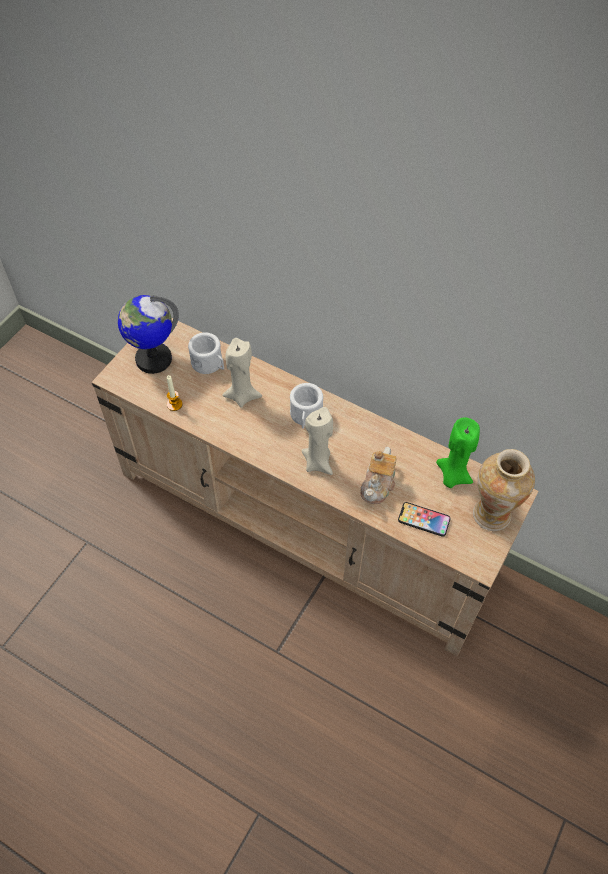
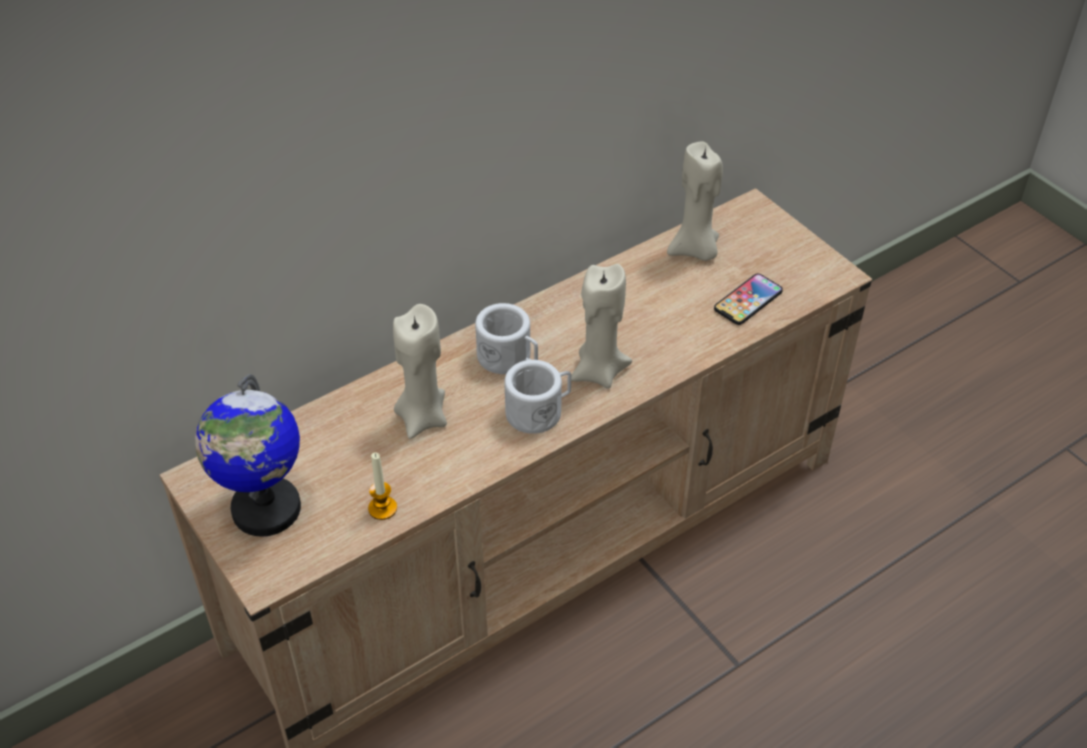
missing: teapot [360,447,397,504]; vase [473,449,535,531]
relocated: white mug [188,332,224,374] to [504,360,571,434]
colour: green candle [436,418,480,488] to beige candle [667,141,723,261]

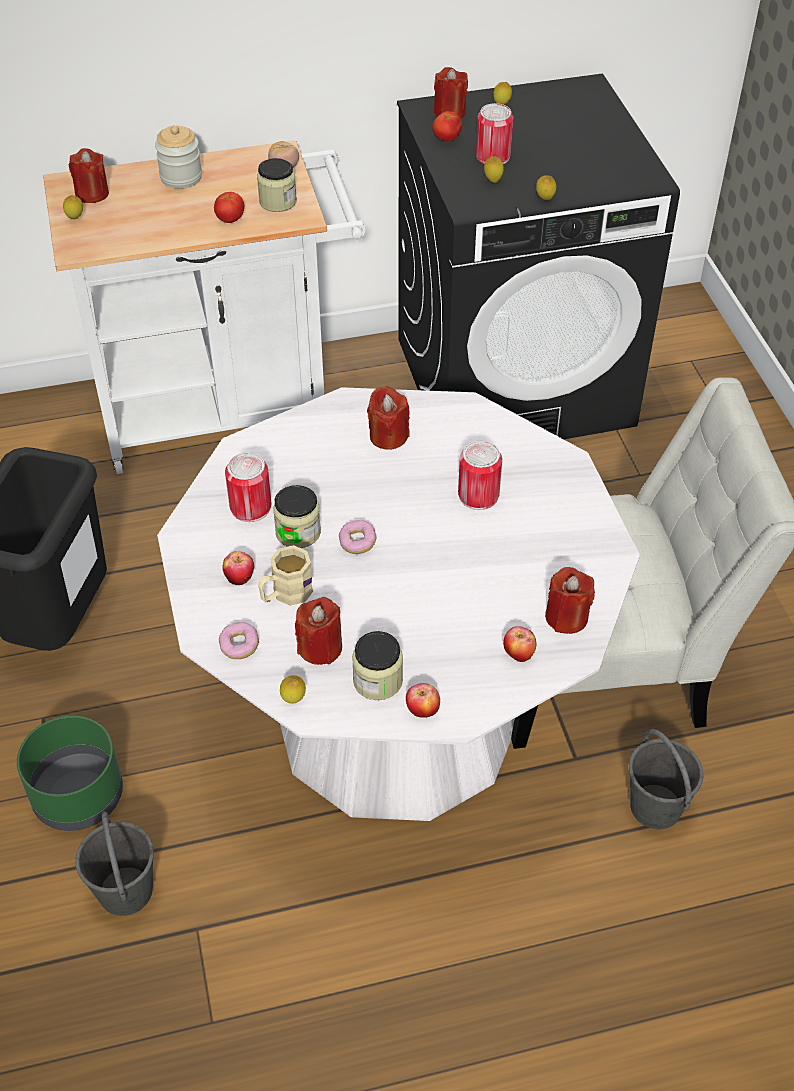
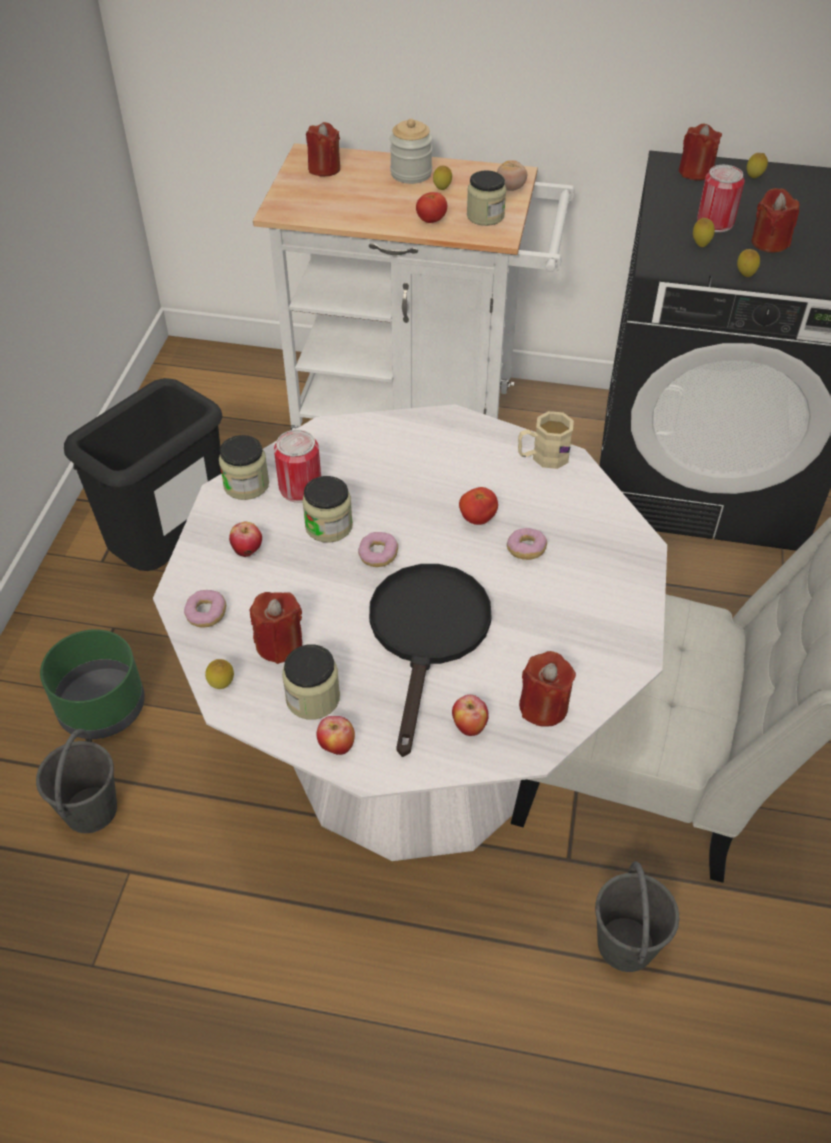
appeared: jar [219,435,269,500]; black frying pan [369,564,491,757]
relocated: lemon [63,195,83,219] to [433,166,452,190]; beige mug [258,545,313,606] to [518,411,574,469]; red candle [367,386,410,450] to [752,188,799,252]; tomato [432,111,462,141] to [459,487,498,525]
exchanged: can [458,441,502,510] to donut [507,528,547,560]

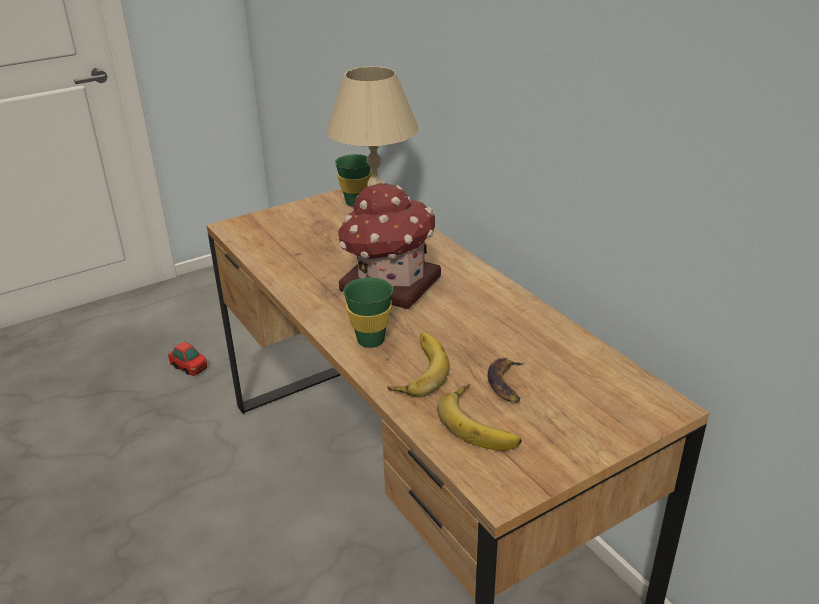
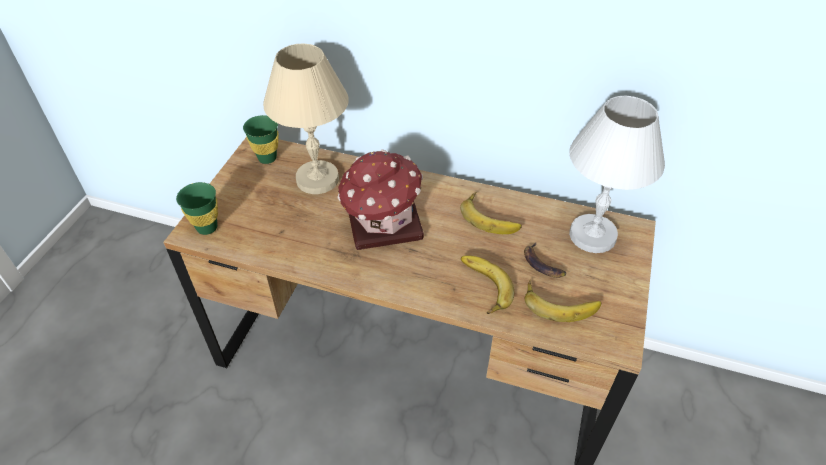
missing: toy car [168,342,208,376]
appeared: banana [460,192,522,234]; white table lamp [569,96,665,253]
relocated: green cup [343,277,393,348] to [176,182,218,235]

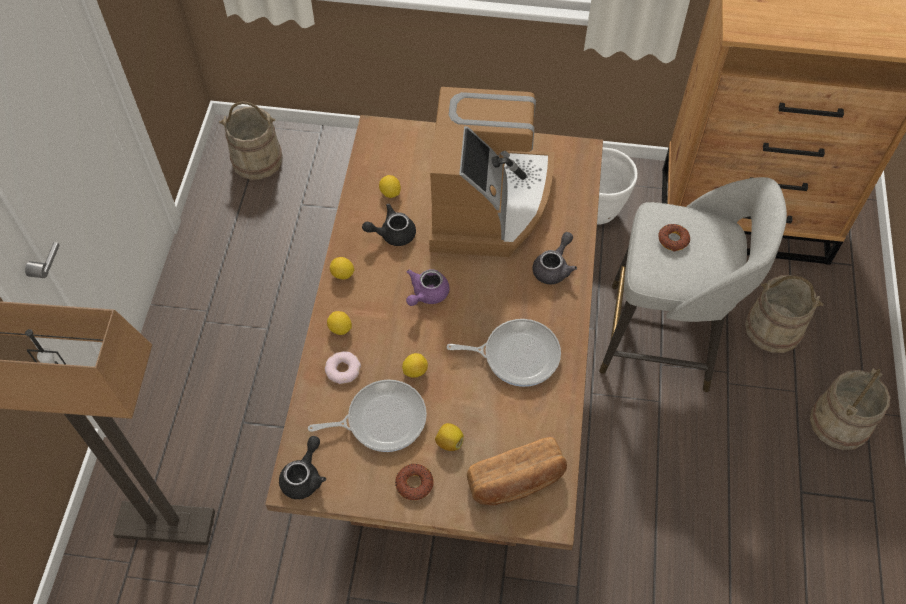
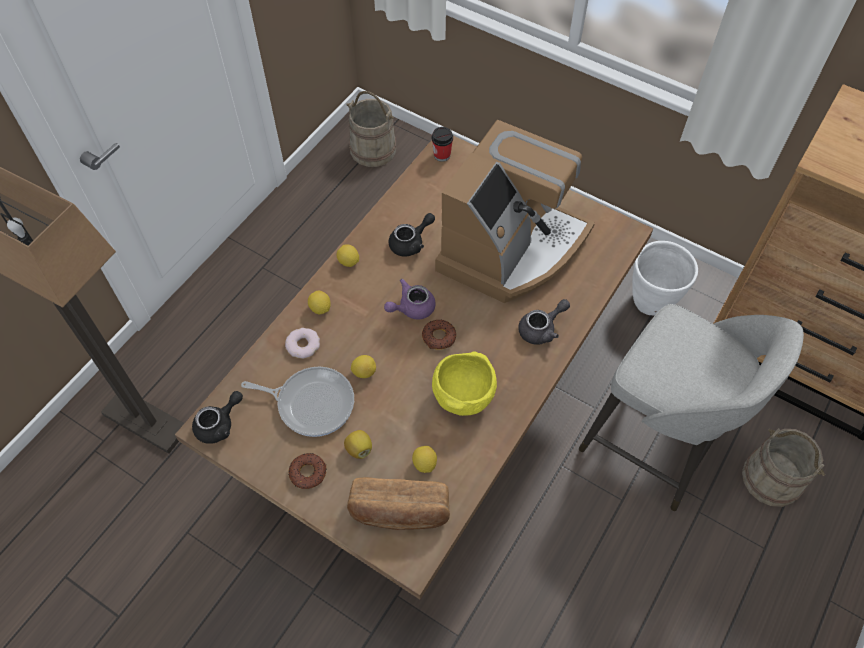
missing: beige bucket [810,369,890,450]
appeared: cup [431,127,453,162]
relocated: lemon [379,175,401,198] to [412,446,437,473]; donut [658,224,690,252] to [422,320,456,350]
exchanged: frying pan [447,319,561,387] to yellow bowl [432,351,497,416]
spun: black teapot [362,204,416,246] = [389,213,435,257] 135 degrees clockwise

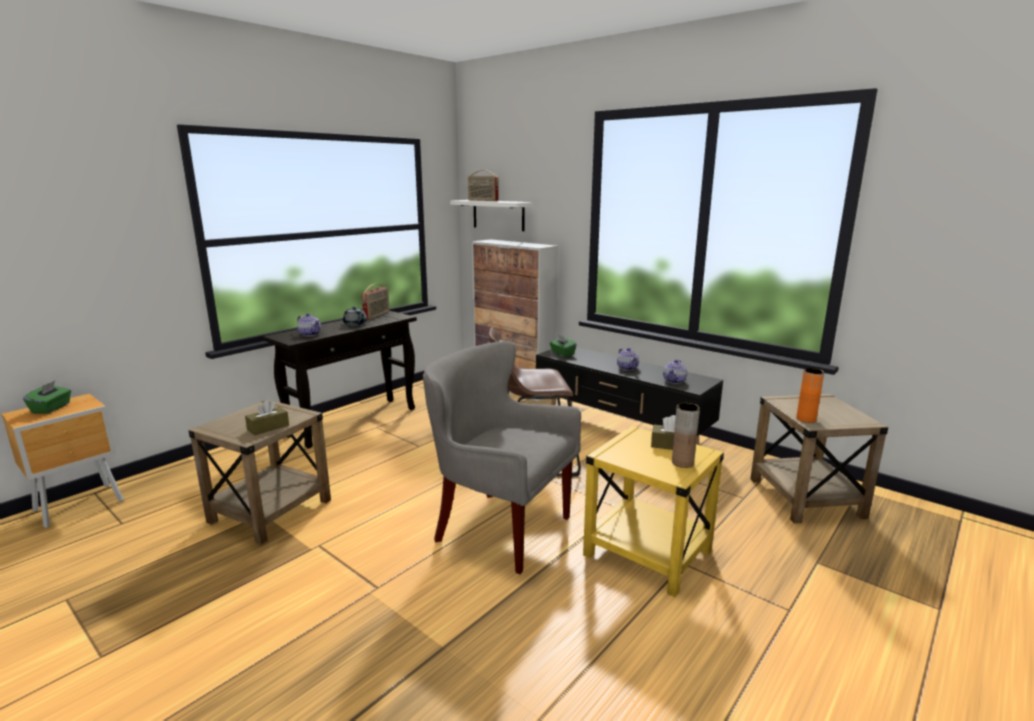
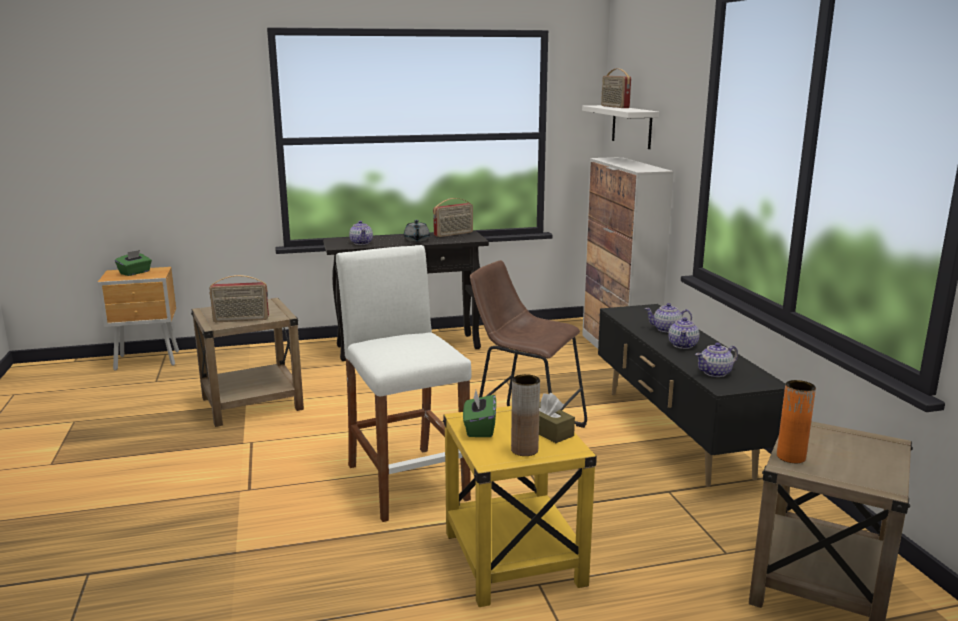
appeared: teapot [645,303,692,333]
relocated: green tissue box [550,335,577,357] to [463,390,496,437]
exchanged: brown tissue box [245,400,289,435] to radio [209,275,269,322]; grey armchair [423,341,581,574] to white stool [336,245,472,522]

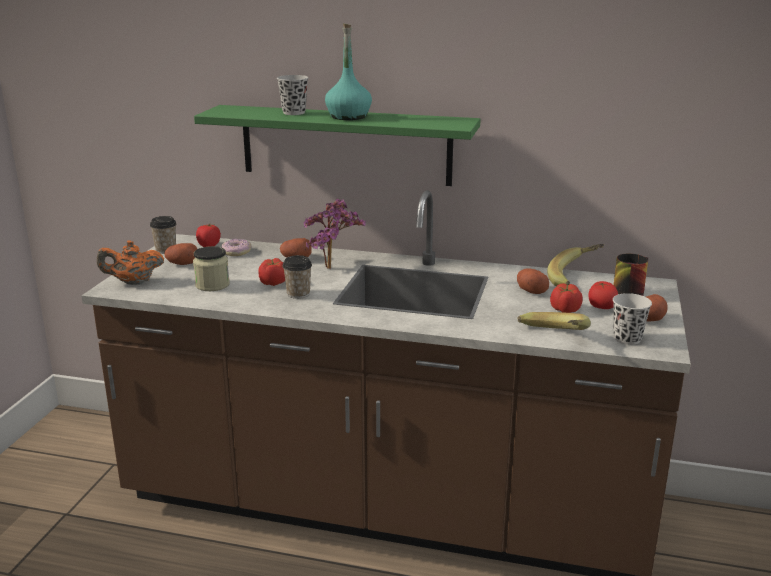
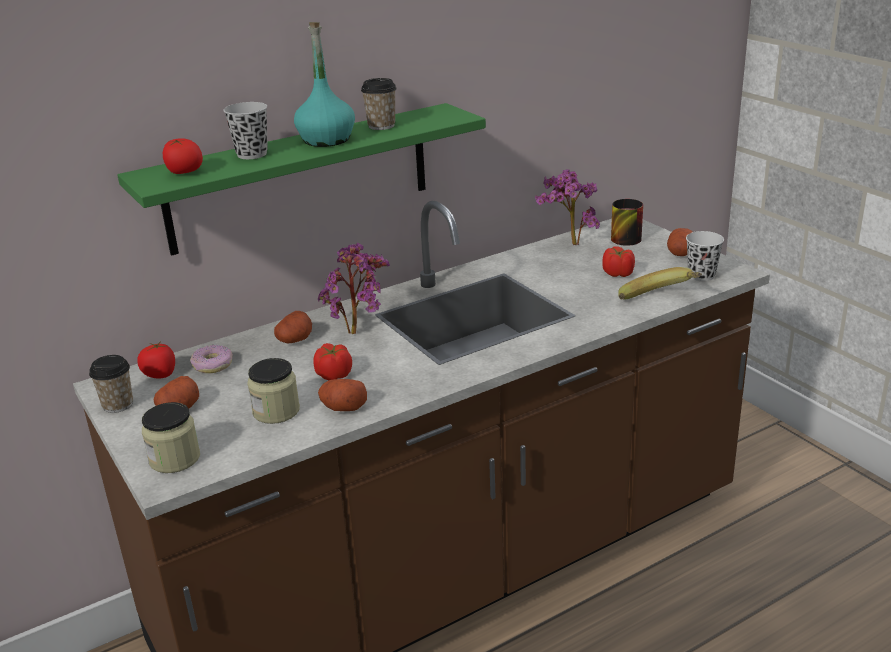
relocated: cup [282,255,312,299] to [361,78,397,130]; potato [517,268,549,294] to [318,379,367,411]; tomato [588,281,618,309] to [163,138,203,174]
exchanged: orange teapot [97,240,164,285] to jar [142,402,200,473]; banana [547,244,604,286] to potted plant [535,169,600,245]

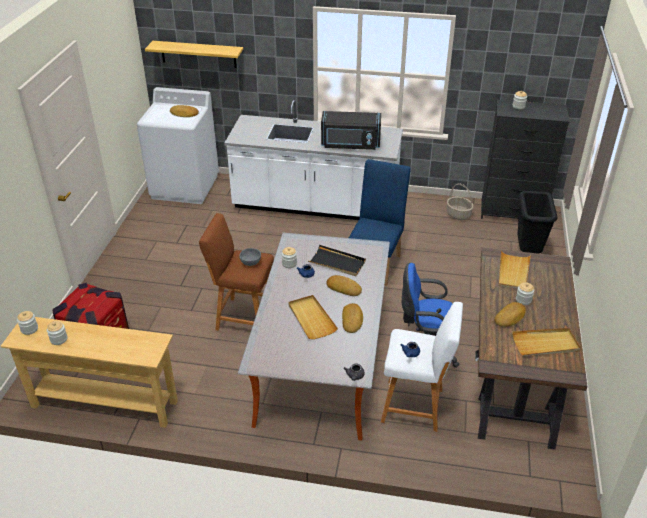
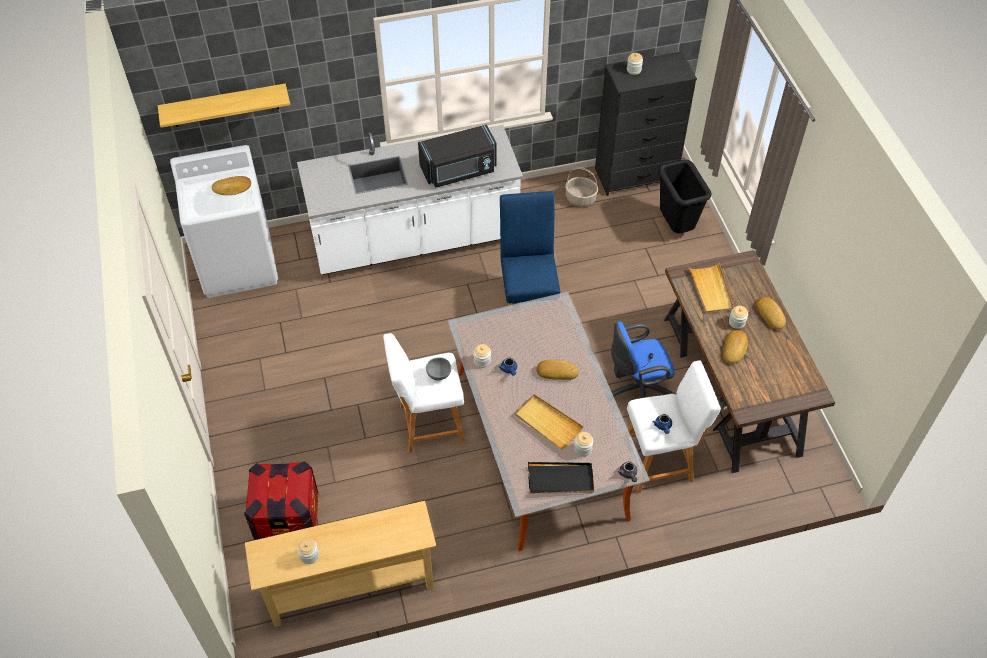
missing: beige tray [512,328,580,356]
relocated: jar [17,311,38,335] to [574,432,593,456]; black tray [308,245,366,276] to [528,462,594,494]; bread [342,303,363,333] to [755,297,786,330]
colour: brown stool [199,213,274,331] to white stool [383,333,466,453]

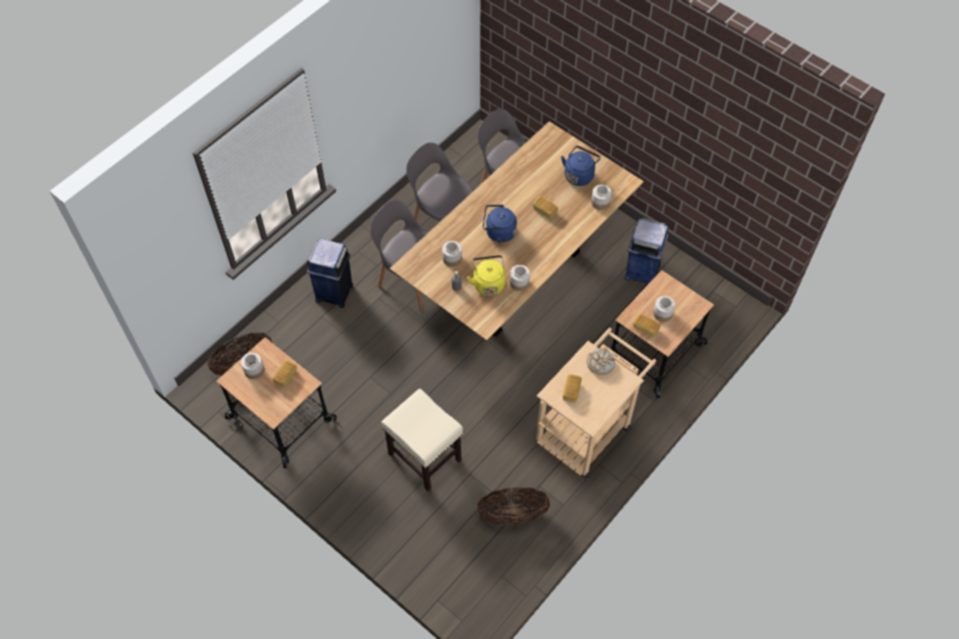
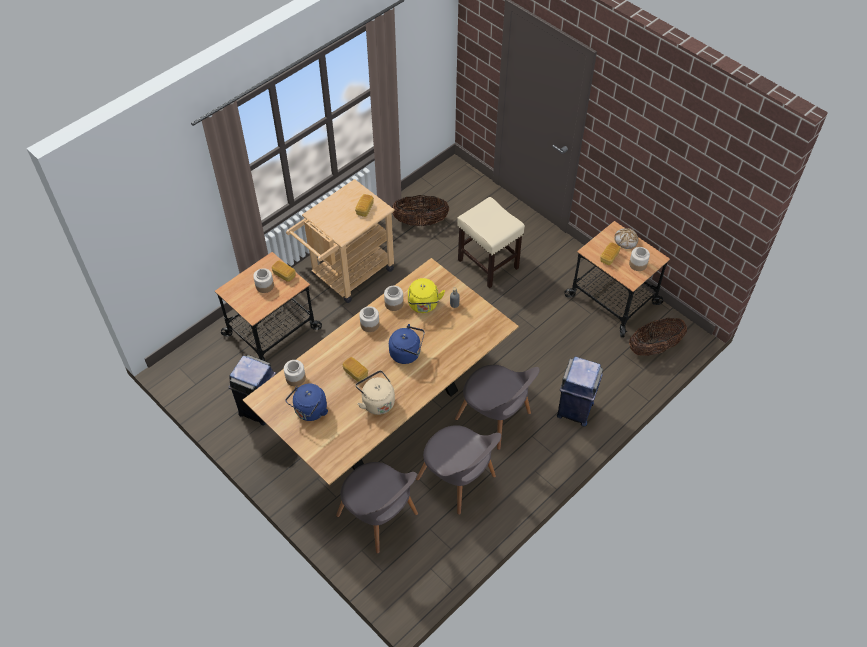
appeared: beige kettle [356,370,395,415]
relocated: jar [442,241,462,267] to [359,306,379,332]; bread [587,348,615,375] to [614,228,638,249]

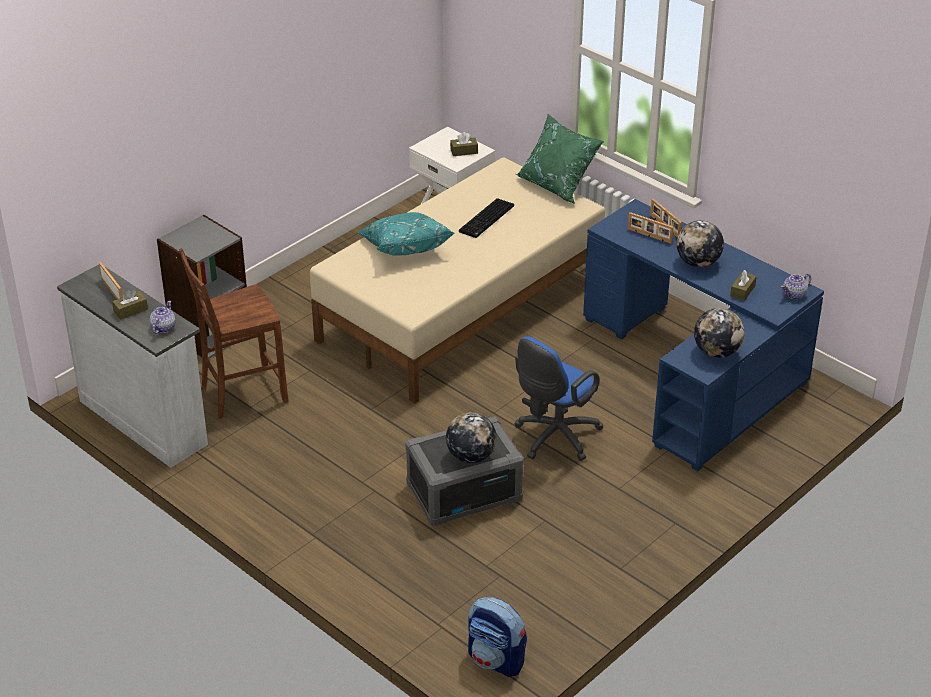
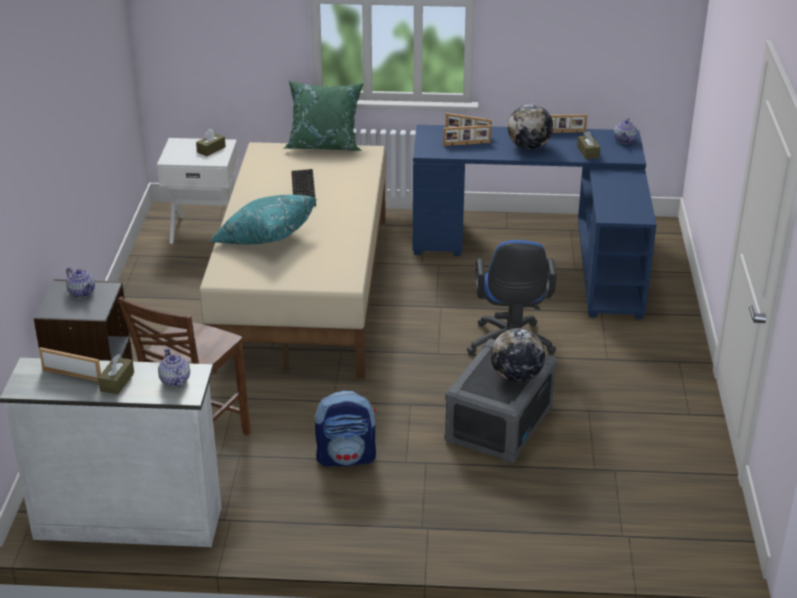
missing: globe [694,308,744,358]
appeared: teapot [66,267,95,298]; picture frame [550,114,587,133]
relocated: backpack [468,597,527,677] to [315,390,376,466]

